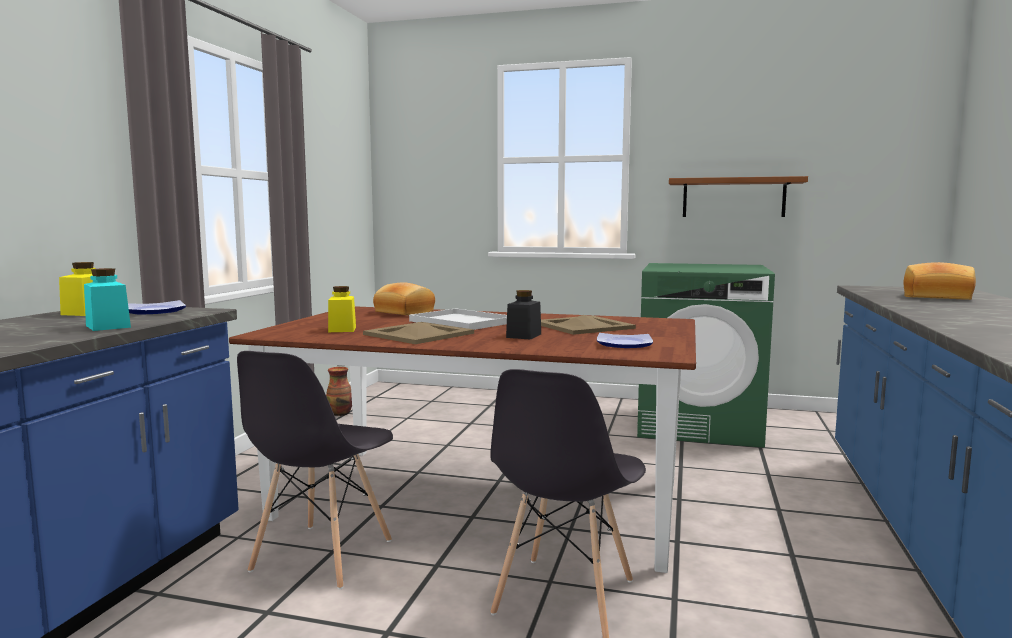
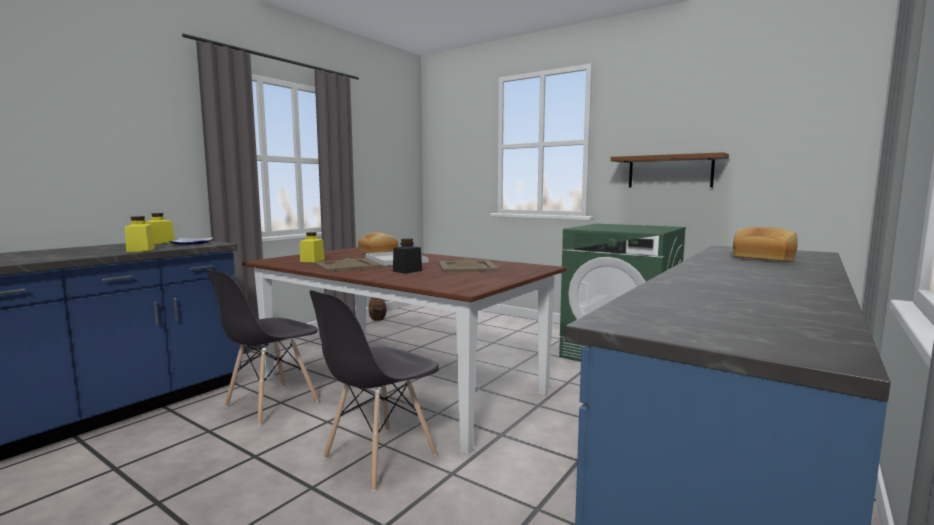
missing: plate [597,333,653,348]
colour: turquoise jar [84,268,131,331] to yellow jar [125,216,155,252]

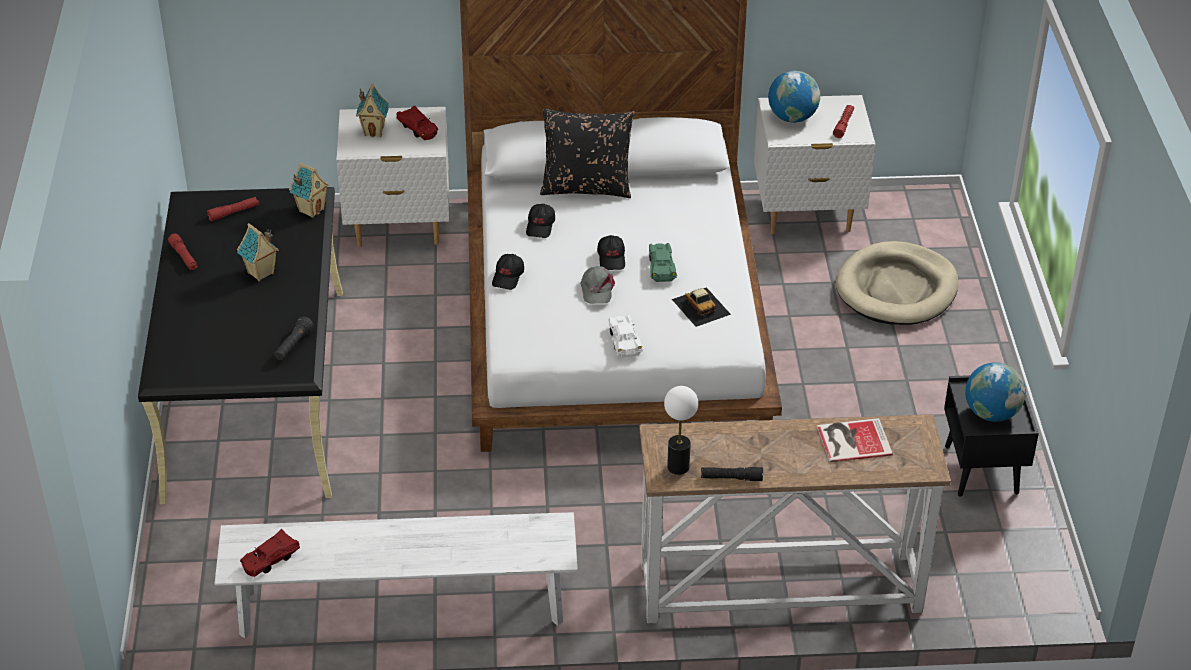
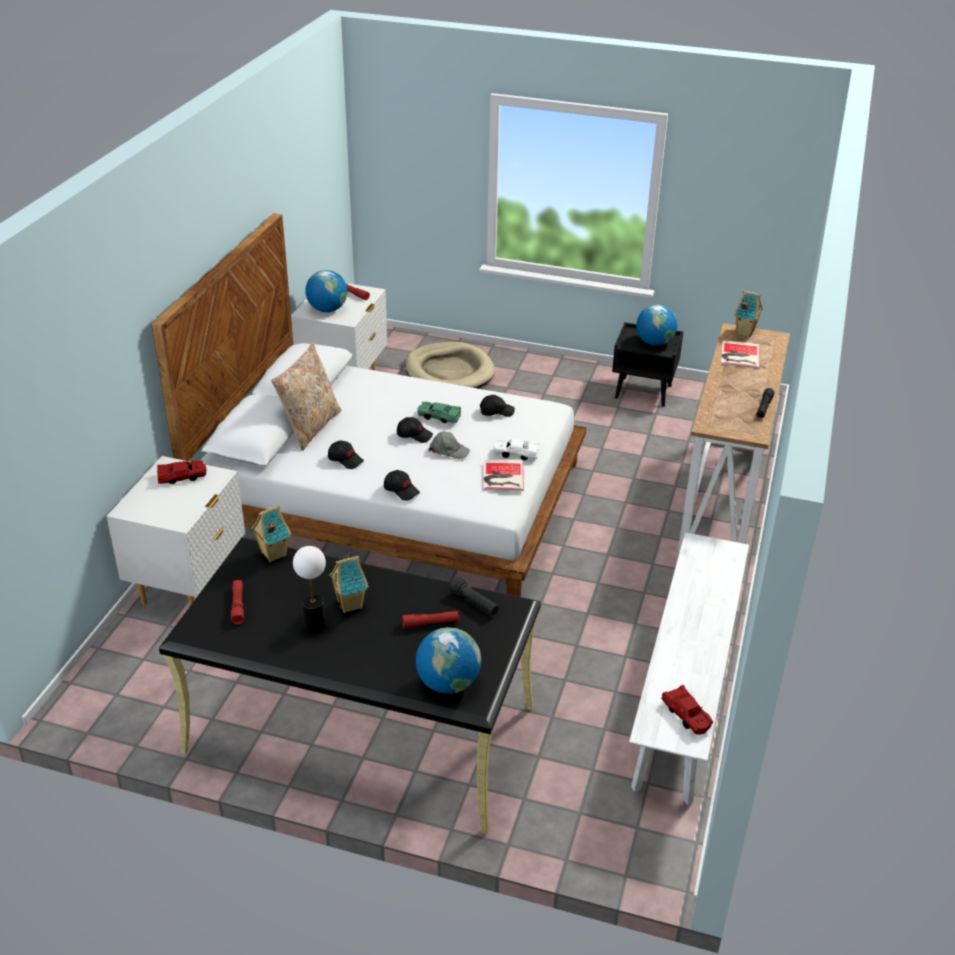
appeared: globe [416,627,481,694]; book [483,459,524,491]
relocated: red flashlight [168,233,198,270] to [402,611,460,628]; toy house [356,83,389,137] to [734,291,763,337]; table lamp [664,386,698,475] to [293,546,326,633]
exchanged: toy car [672,287,731,327] to black cap [480,395,515,417]
colour: black pillow [540,109,635,198] to beige pillow [271,343,341,451]

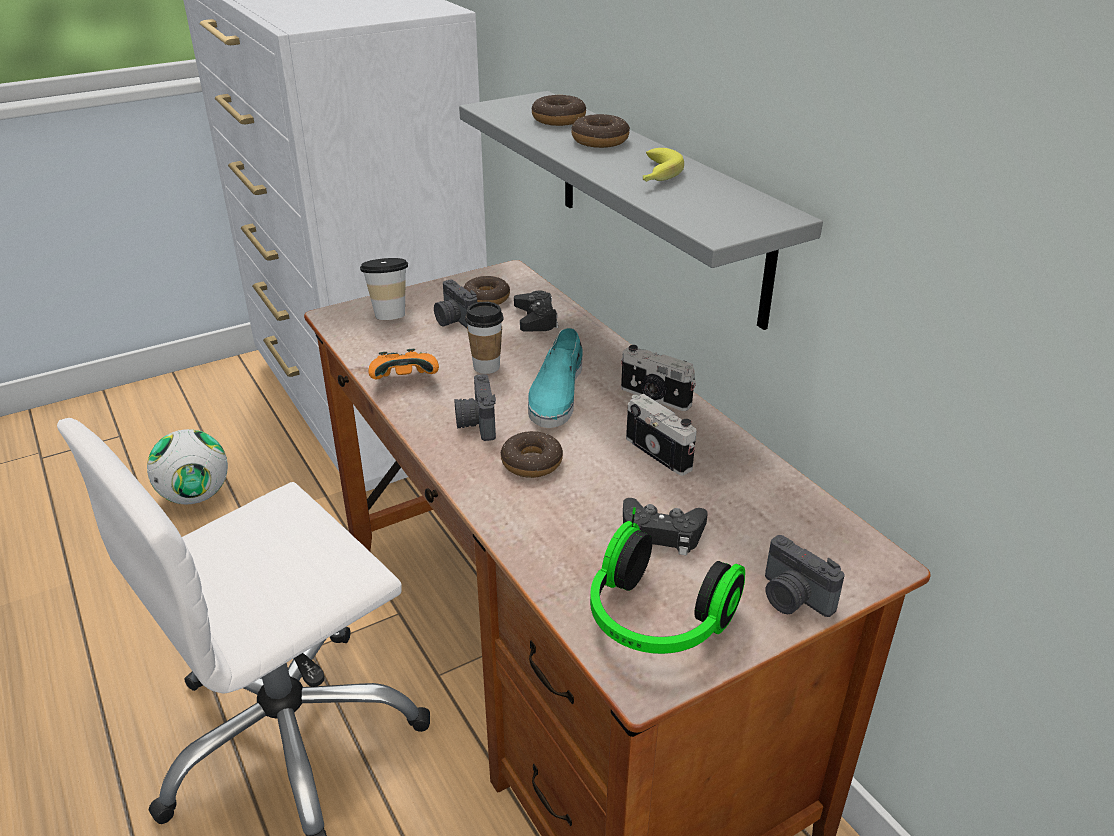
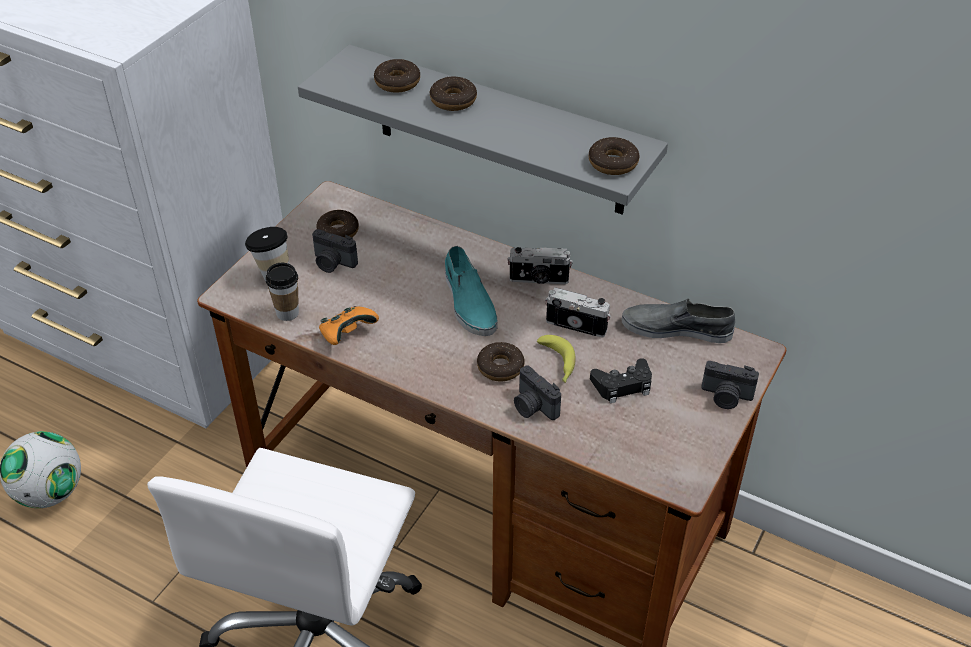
missing: black game controller [514,291,558,331]; headphones [590,507,745,654]
appeared: donut [589,137,639,175]; grey shoe [622,298,735,343]
relocated: photo camera [454,374,496,441] to [514,365,561,420]; cup [465,302,504,374] to [266,263,299,321]; banana [643,148,684,182] to [537,335,575,383]

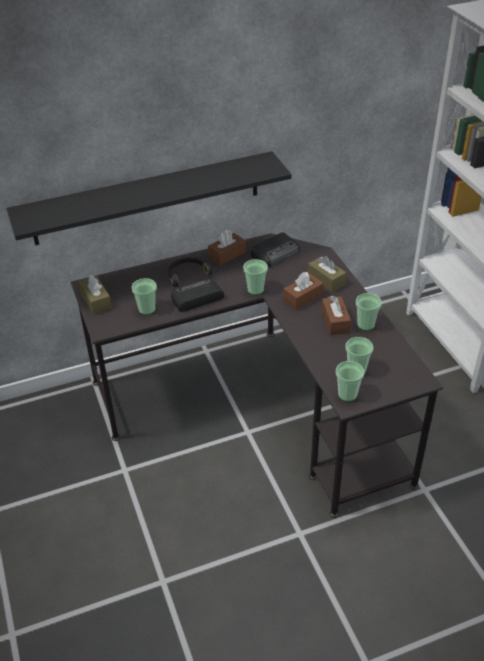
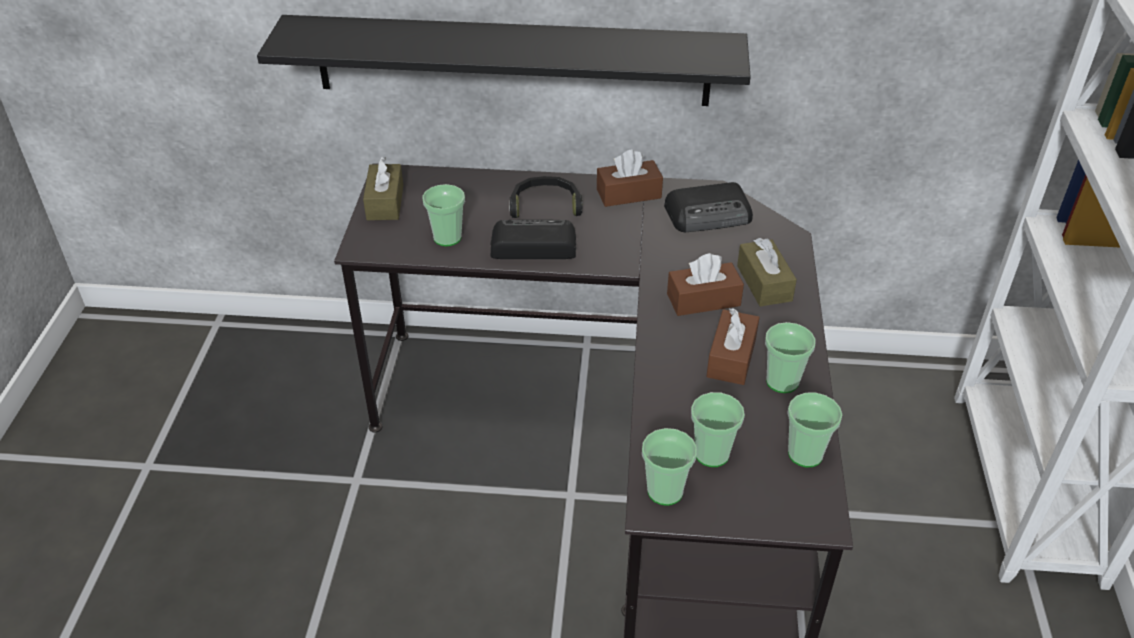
relocated: cup [243,259,268,295] to [787,392,842,467]

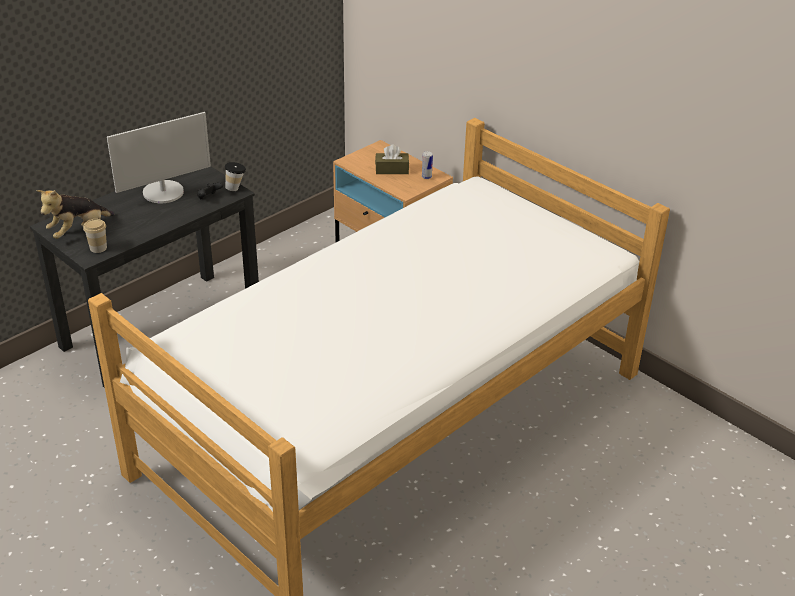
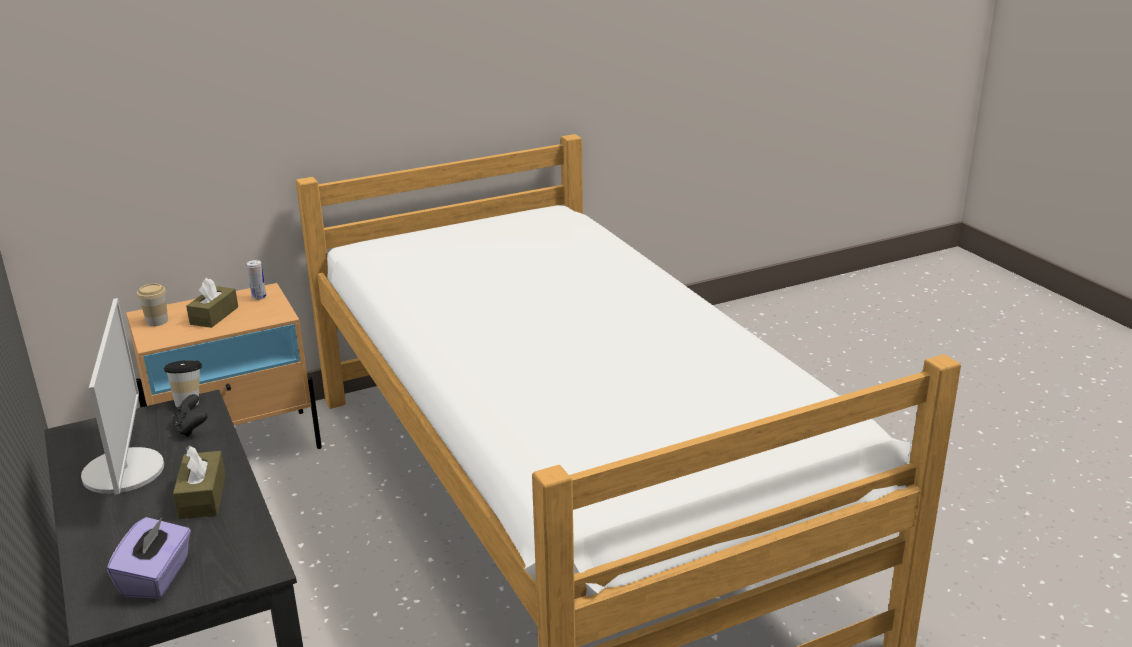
appeared: brown tissue box [173,446,226,519]
relocated: cup [83,219,107,253] to [137,284,168,326]
exchanged: plush toy [36,190,114,239] to purple tissue box [107,517,191,599]

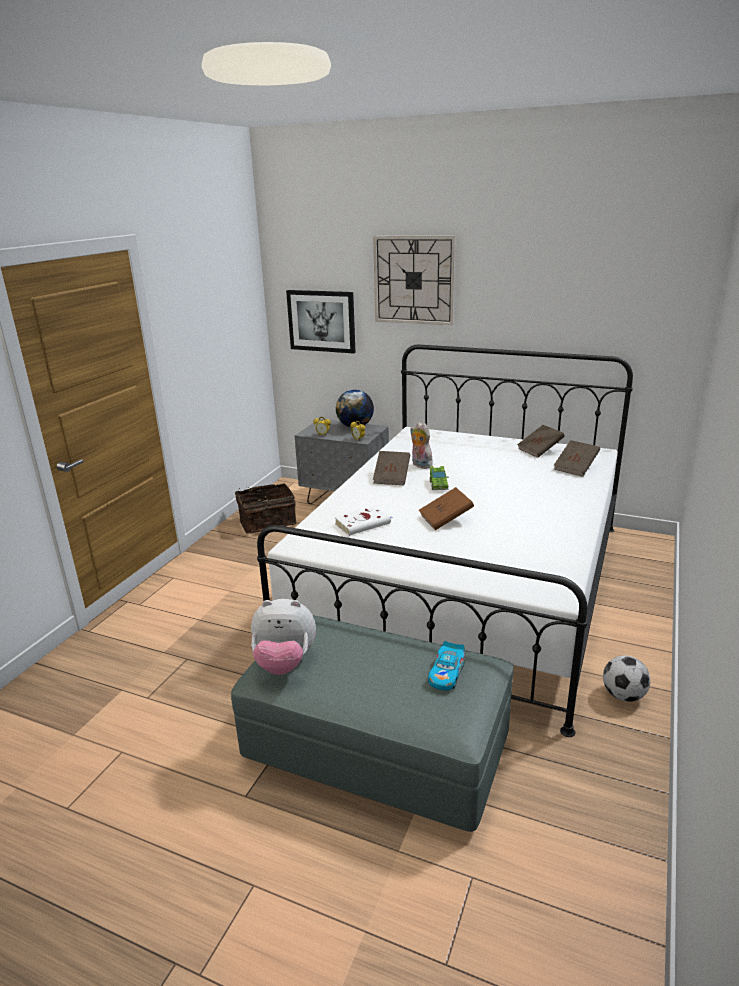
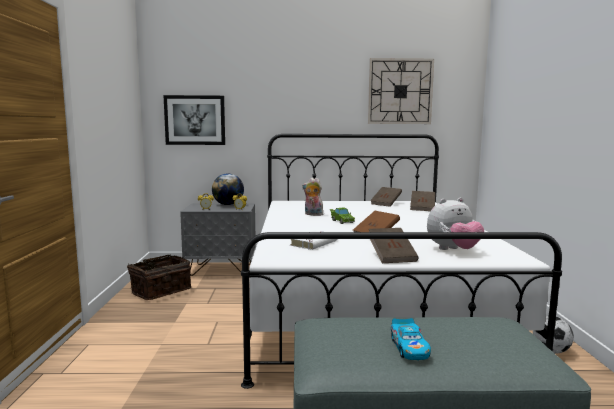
relocated: plush toy [251,599,316,675] to [427,198,484,250]; wall clock [373,236,456,325] to [368,58,434,124]; brown book [373,451,410,485] to [369,228,419,263]; toy car [428,641,465,691] to [391,318,431,360]

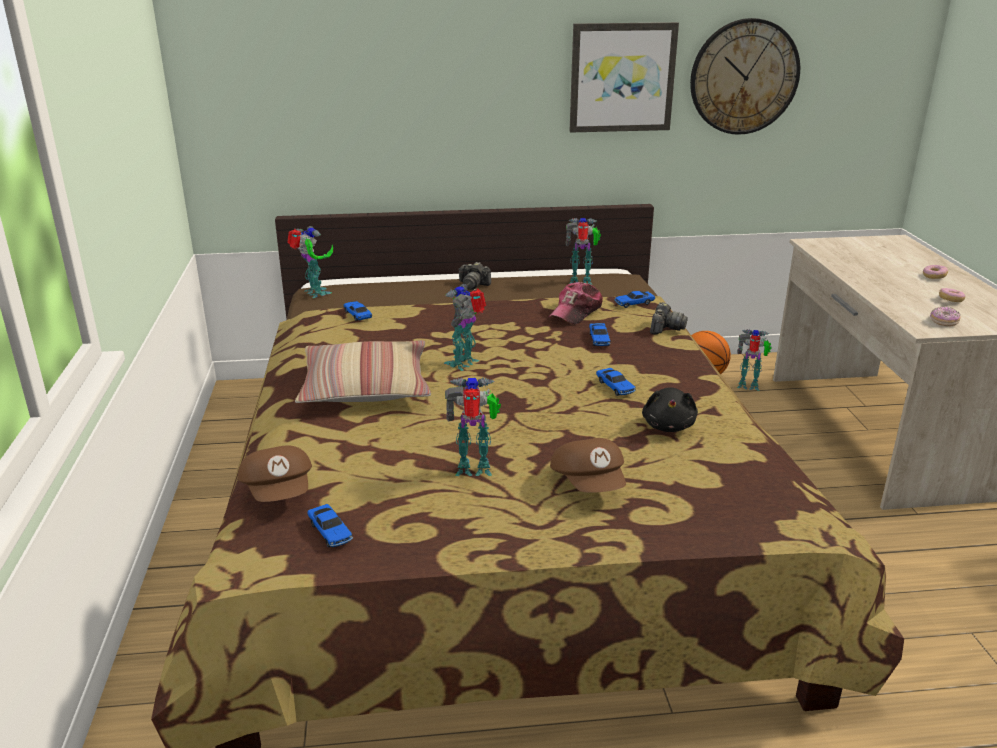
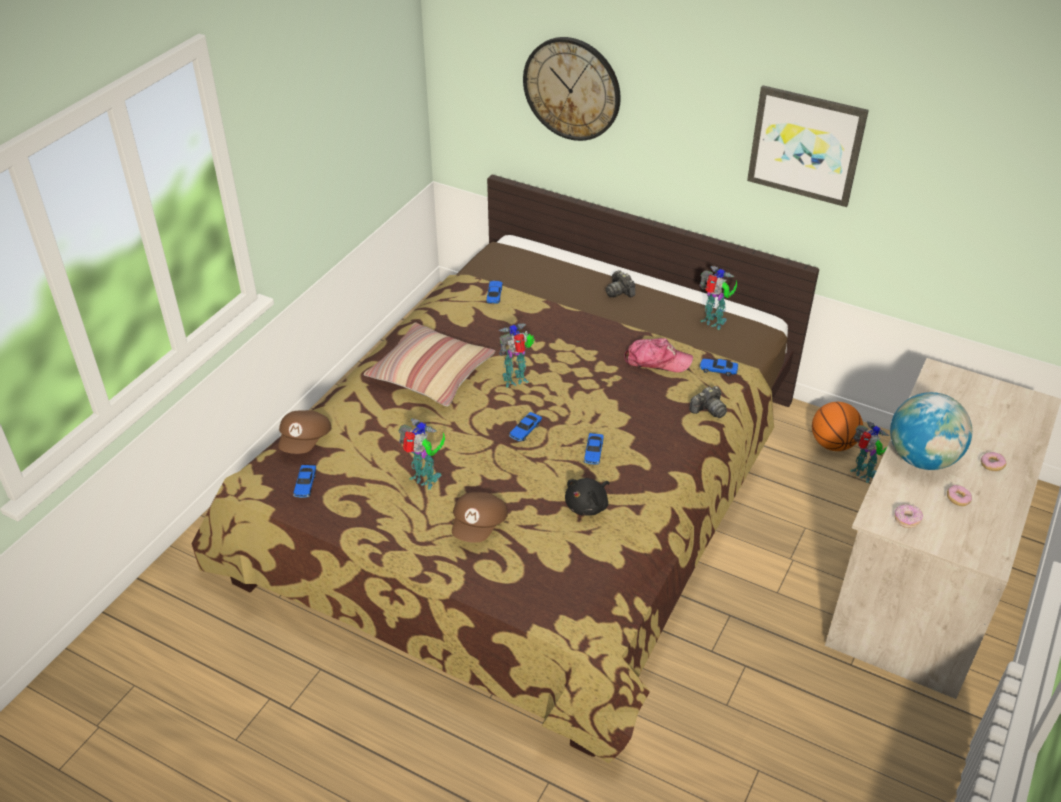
missing: toy robot [287,226,333,298]
appeared: globe [890,392,972,470]
relocated: toy car [589,323,611,346] to [509,412,542,442]; wall clock [690,18,800,135] to [523,37,621,141]
spun: cap [548,282,603,324] = [624,338,693,372] 150 degrees counterclockwise

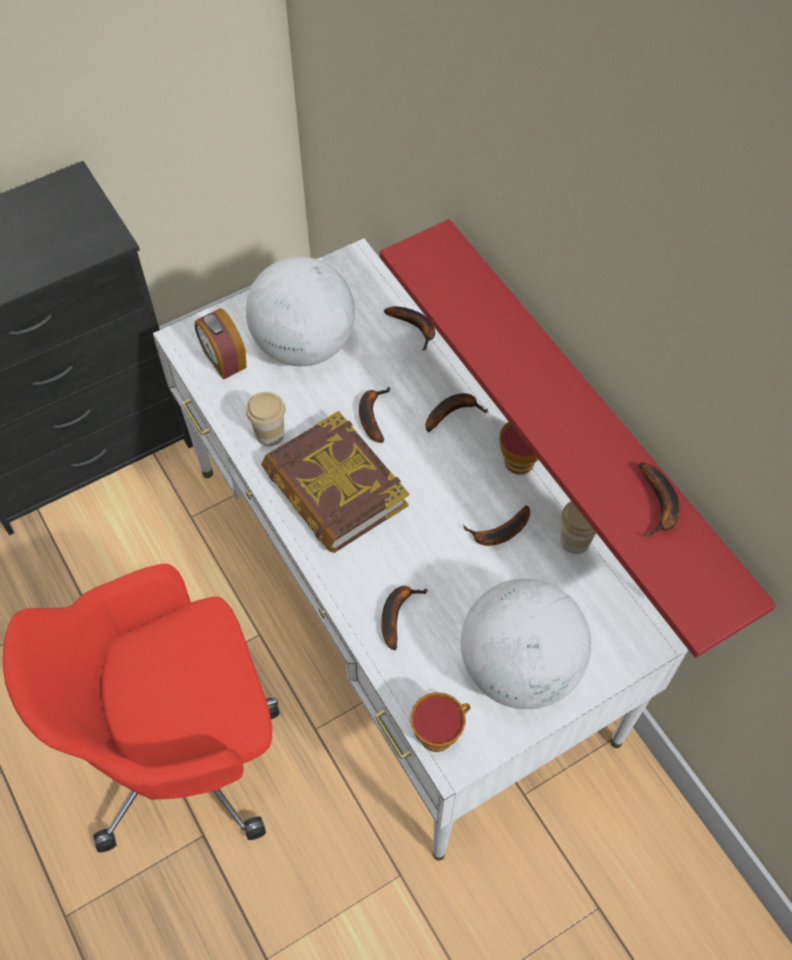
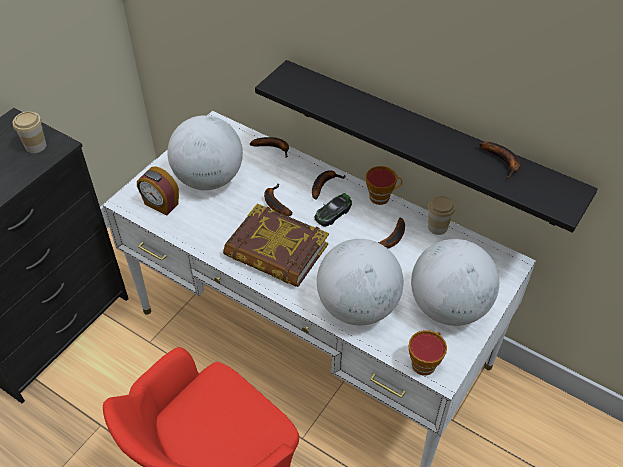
appeared: toy car [315,193,352,227]
relocated: cup [246,392,286,446] to [13,111,46,153]
exchanged: banana [381,586,428,650] to globe [317,239,403,325]
colour: red shelf [380,219,776,658] to black shelf [255,60,598,233]

